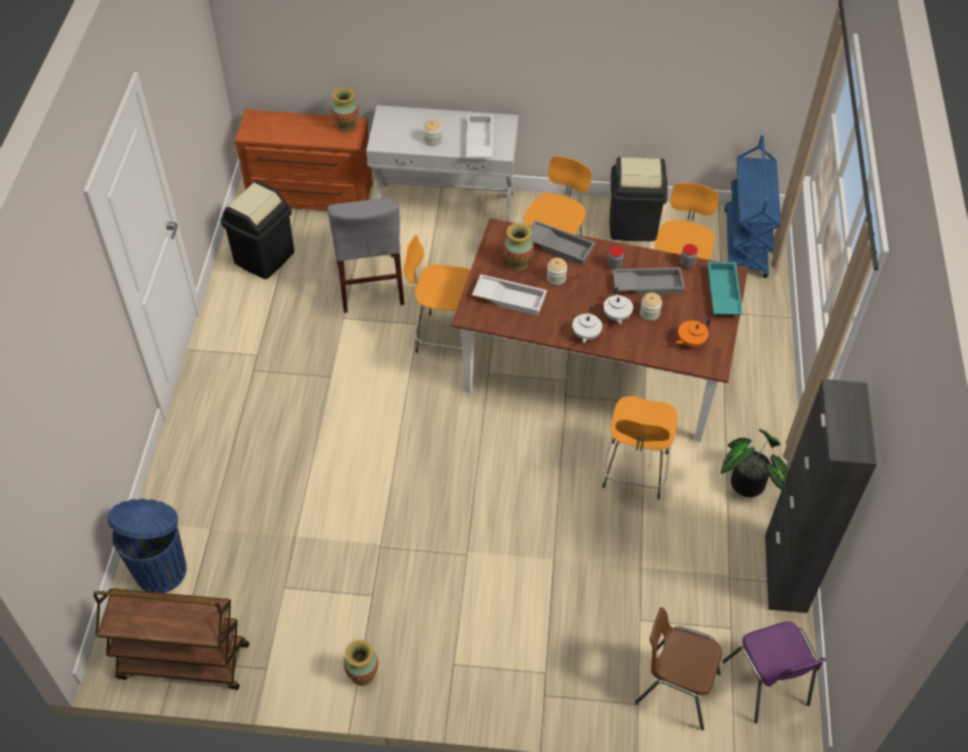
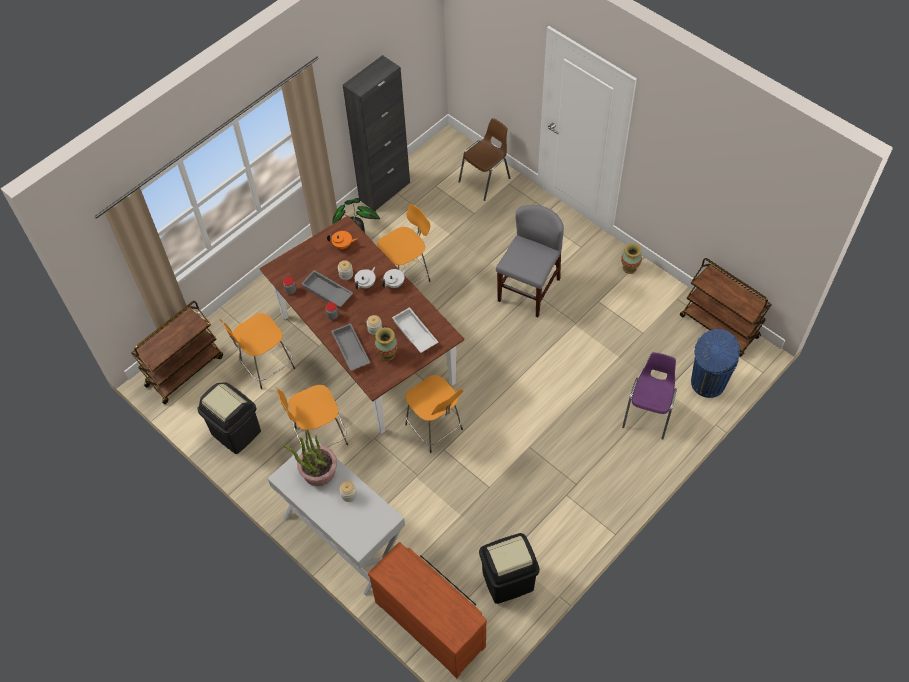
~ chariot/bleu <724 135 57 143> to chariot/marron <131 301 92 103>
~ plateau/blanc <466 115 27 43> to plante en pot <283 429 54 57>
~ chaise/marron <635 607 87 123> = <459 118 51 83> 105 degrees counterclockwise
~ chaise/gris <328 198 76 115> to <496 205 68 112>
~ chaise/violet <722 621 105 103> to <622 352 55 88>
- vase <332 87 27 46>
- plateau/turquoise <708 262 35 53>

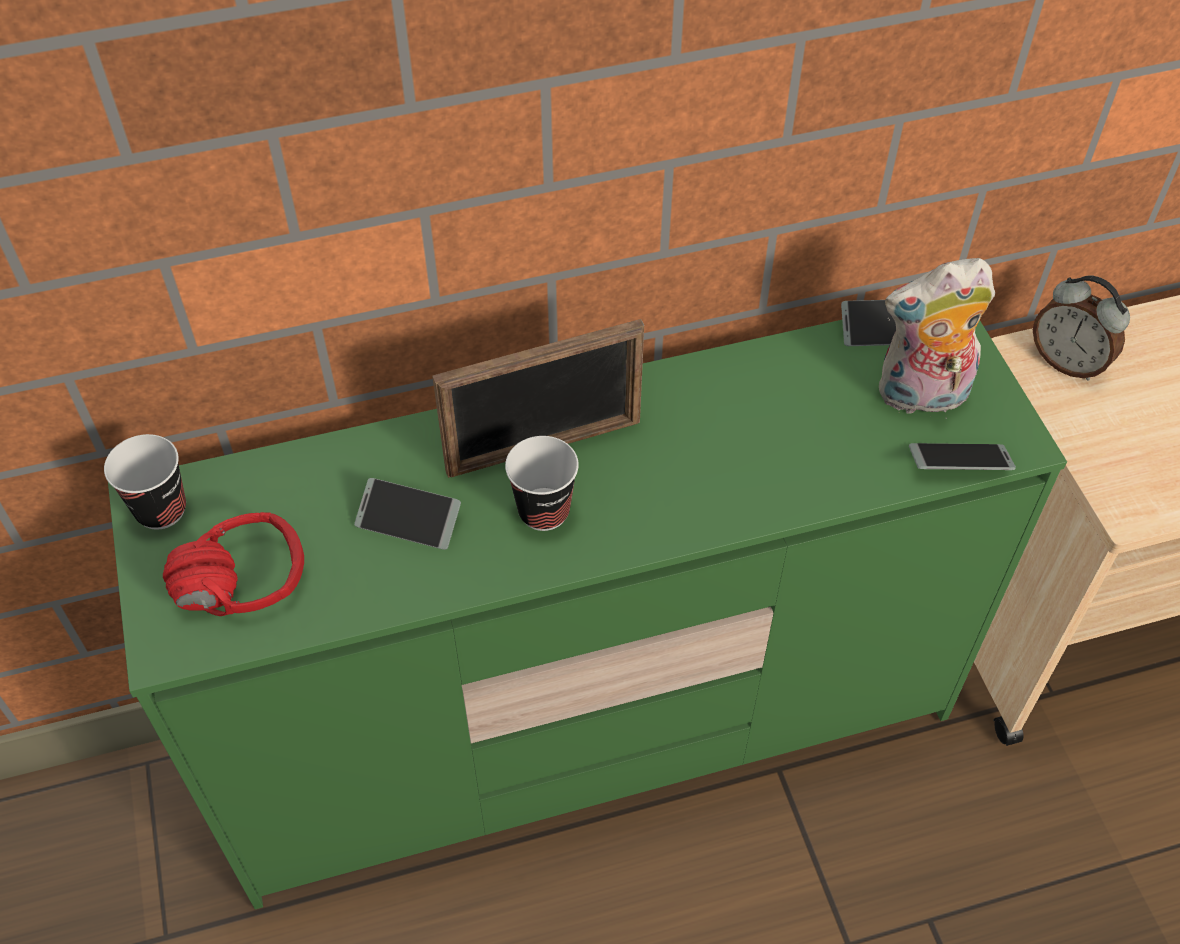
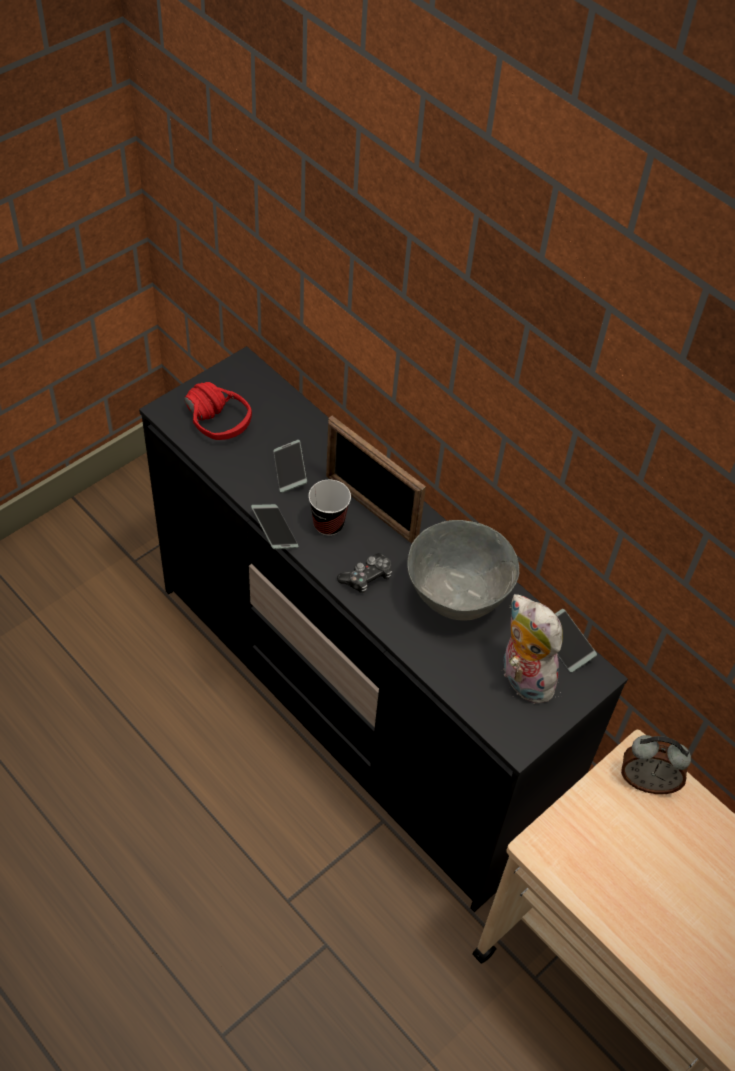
~ commode/vert <108 320 959 589> to commode/noir <139 346 489 566>
~ téléphone <909 443 107 27> to <251 504 48 45>
+ manette <337 553 55 40>
+ bol/gris <407 520 112 101>
~ réveil <1033 276 97 105> = <621 735 70 59> 90 degrees counterclockwise
- tasse <104 434 82 96>

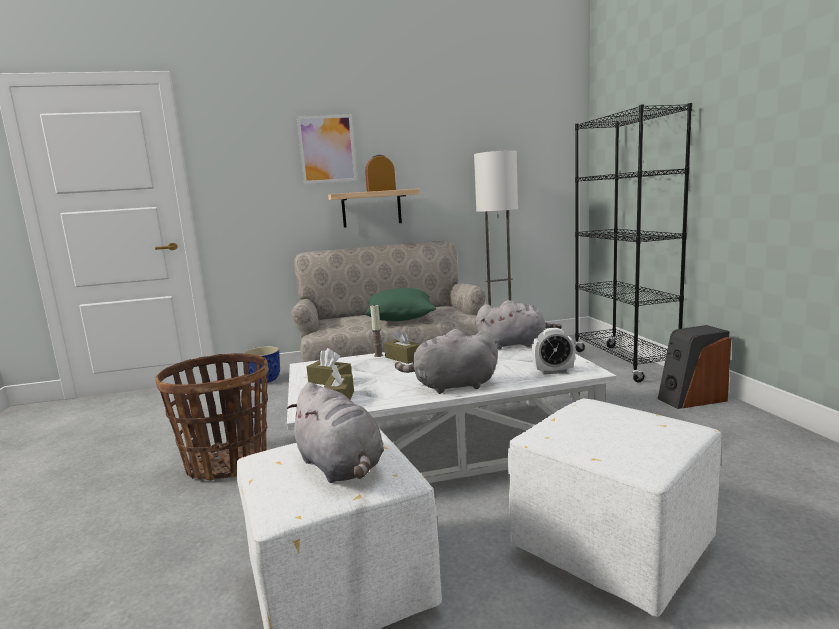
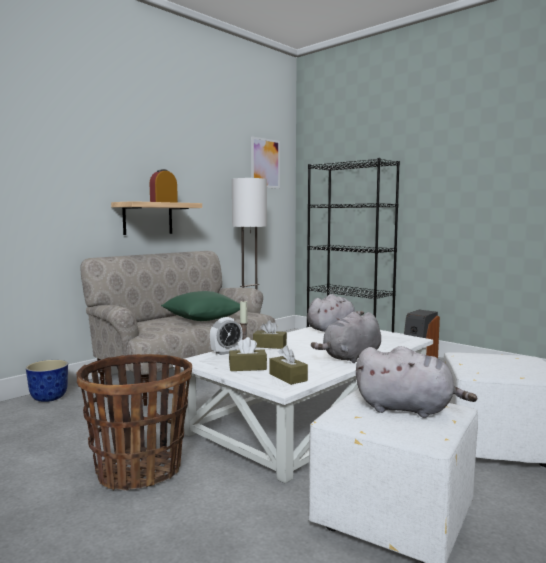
~ réveil <532 328 43 47> to <210 317 32 38>
~ tableau <297 114 60 70> to <251 136 29 53>

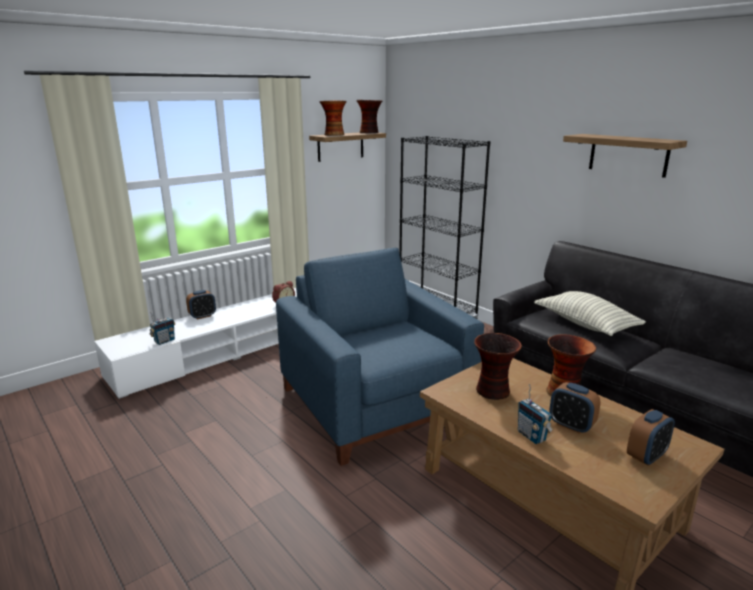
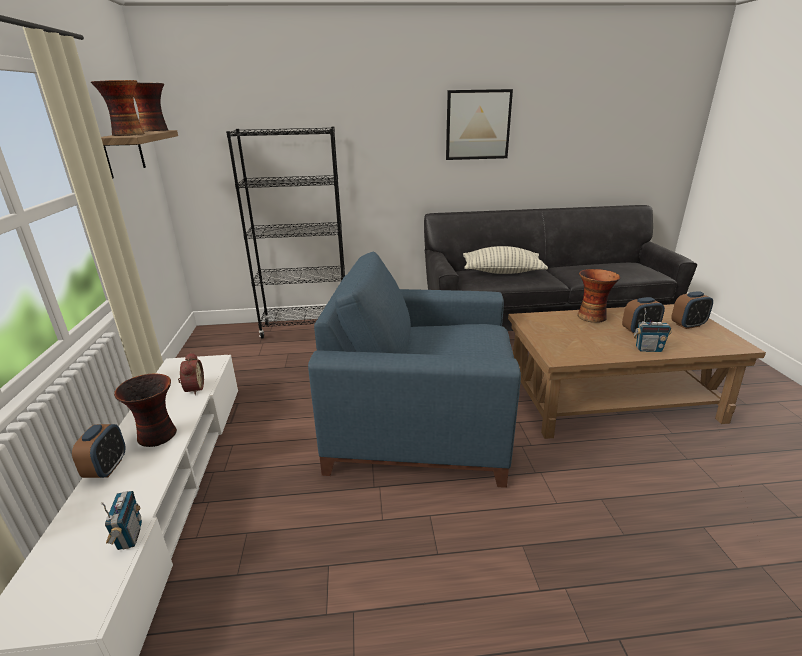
~ vase <474 333 48 67> to <114 373 63 74>
~ étagère <563 134 124 44> to tableau <446 89 67 71>
~ réveil <627 409 48 57> = <671 291 42 38> 75 degrees clockwise

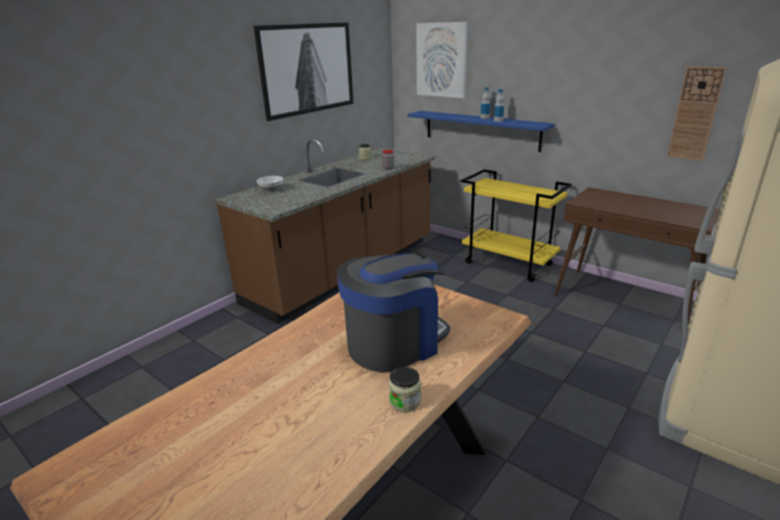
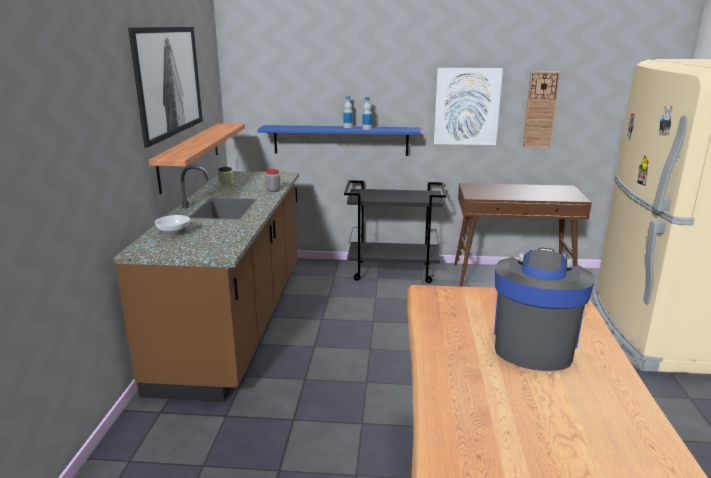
+ étagère <149 123 96 71>
~ chariot/jaune <461 169 111 113> to chariot/noir <344 180 103 103>
~ tableau <416 22 52 76> to <434 68 69 77>
- bocal <389 367 32 45>

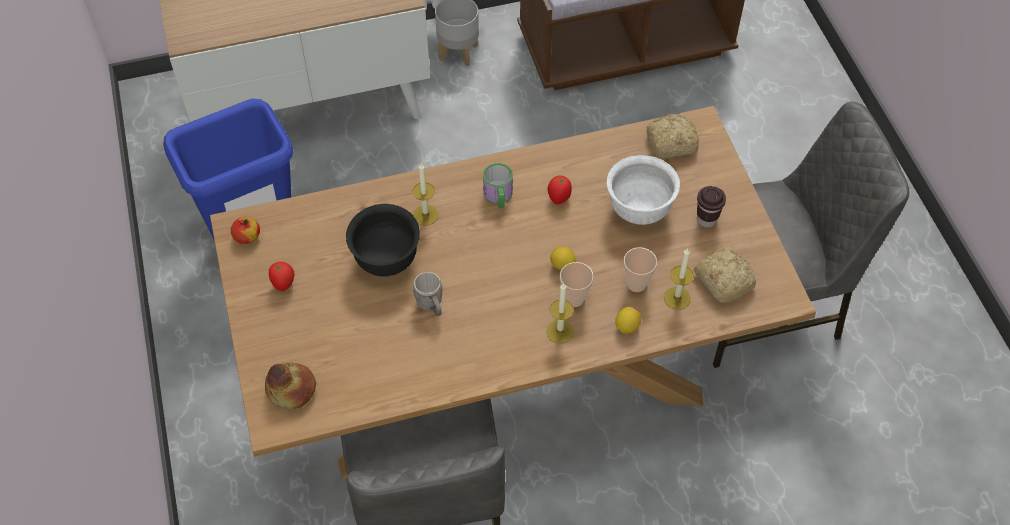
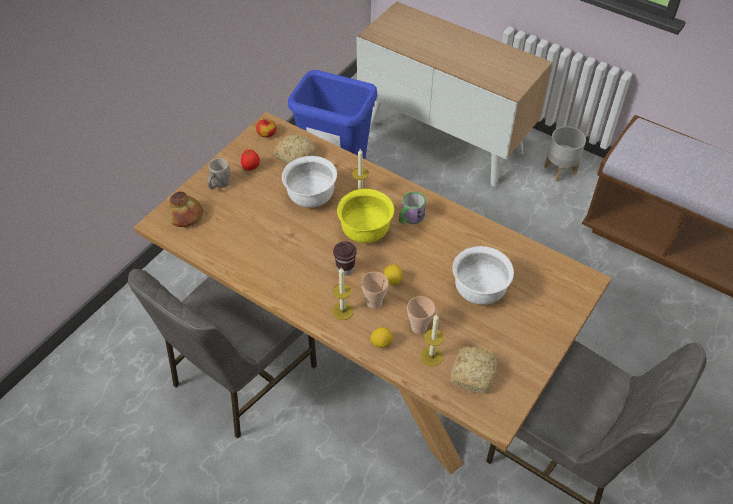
~ mug/gris <413 272 29 44> to <207 158 24 31>
~ pain <647 114 52 45> to <273 134 44 30>
~ bol/noir <346 204 74 72> to bol/blanc <282 156 55 52>
~ tasse/marron <697 186 29 41> to <333 241 24 35>
+ bol/jaune <337 189 57 54>
- tomate <547 175 25 29>

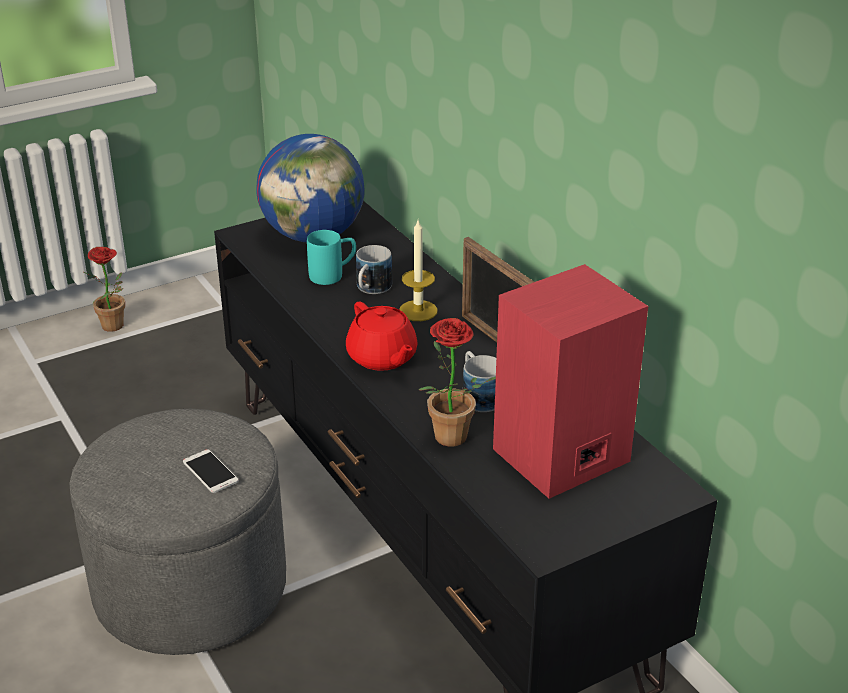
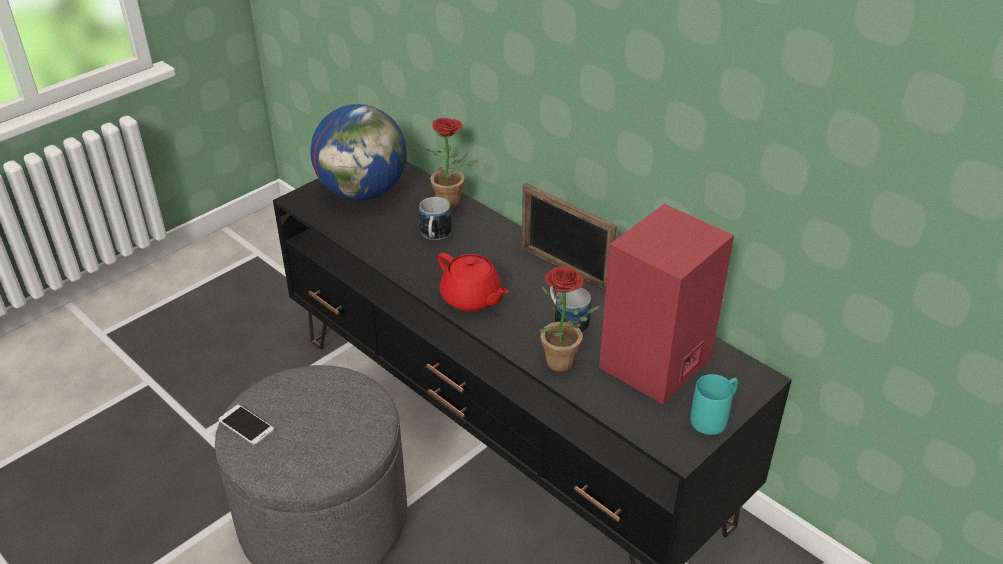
~ téléphone <183 449 56 44> to <218 405 56 40>
~ plante en pot <84 247 41 85> to <424 118 54 91>
~ mug/turquoise <307 230 49 55> to <690 374 48 61>
- bougie <399 220 39 101>

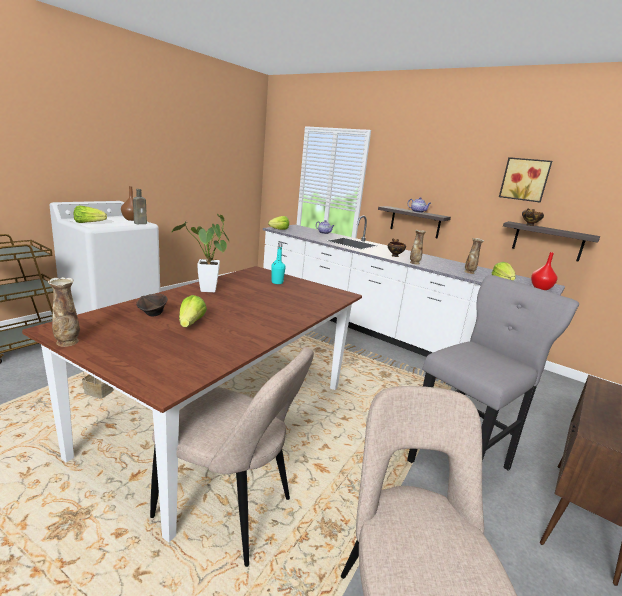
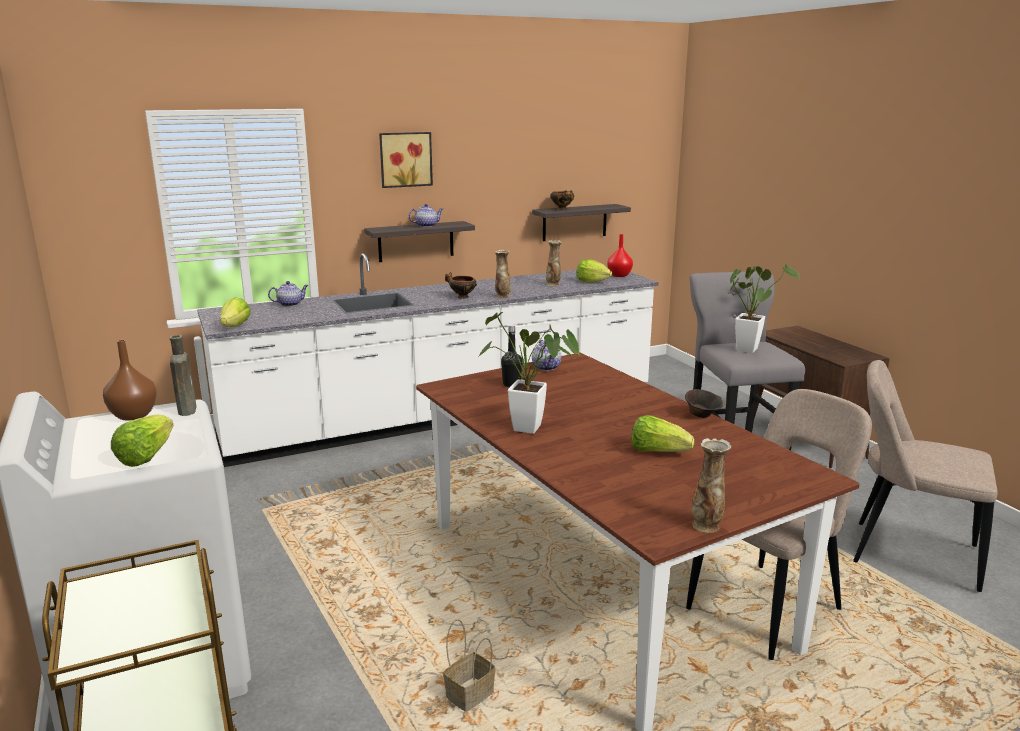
~ tableau <499 157 53 46> to <379 132 54 56>
~ bouteille/turquoise <271 243 15 41> to bouteille/noir <501 325 21 62>
+ théière <532 340 29 31>
~ bol/marron <136 294 32 22> to <685 389 38 29>
+ plante en pot <729 264 70 89>

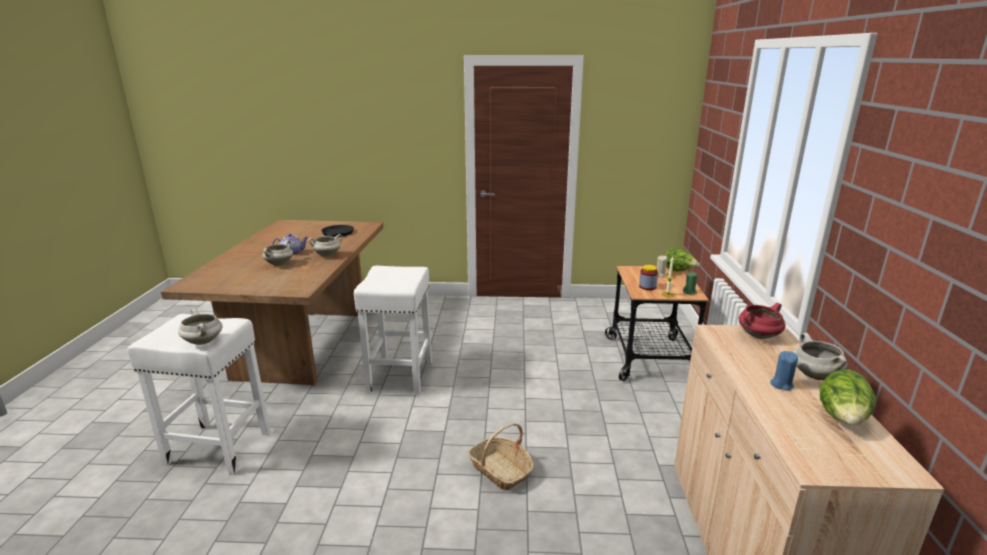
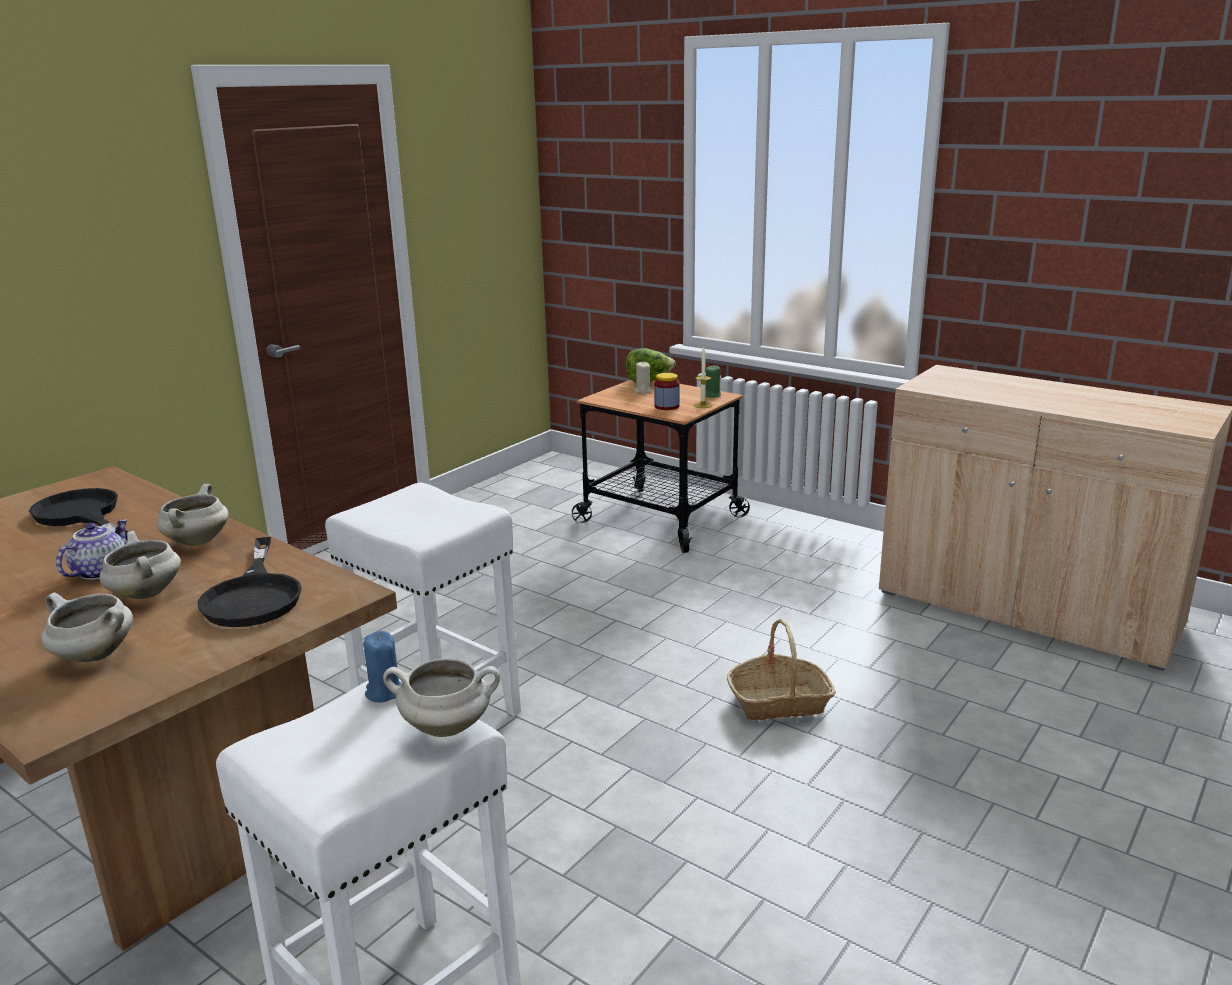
~ marmite/blanc <793 333 55 47> to <42 593 91 69>
+ poêle/noir <198 537 104 90>
~ bougie/bleu <770 351 28 40> to <363 631 39 71>
- marmite/rouge <739 303 47 36>
- laitue <820 370 56 55>

